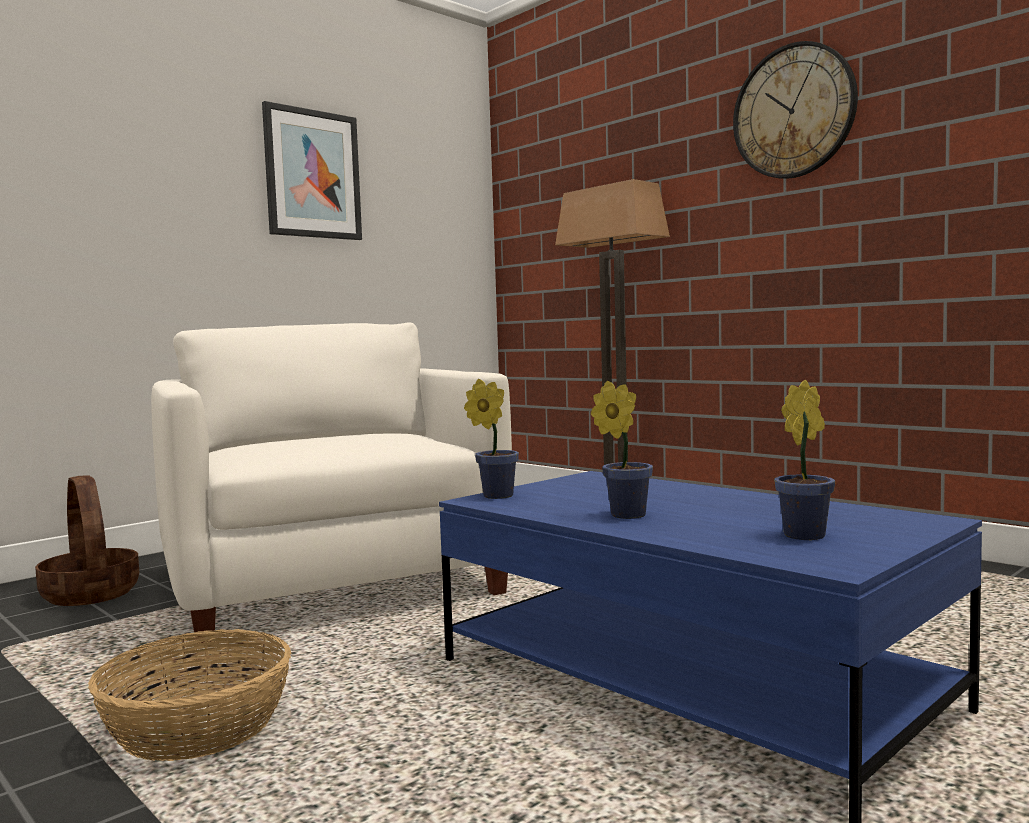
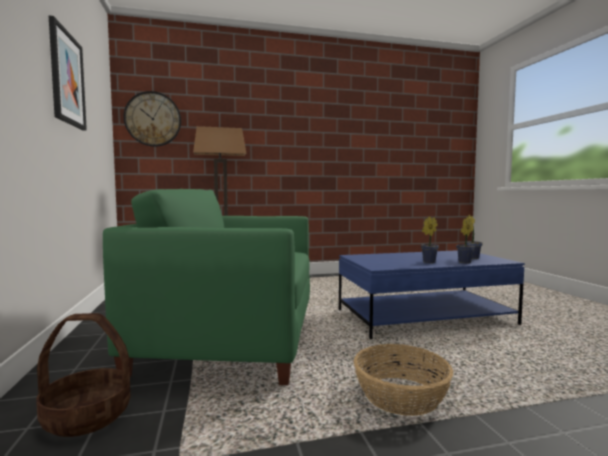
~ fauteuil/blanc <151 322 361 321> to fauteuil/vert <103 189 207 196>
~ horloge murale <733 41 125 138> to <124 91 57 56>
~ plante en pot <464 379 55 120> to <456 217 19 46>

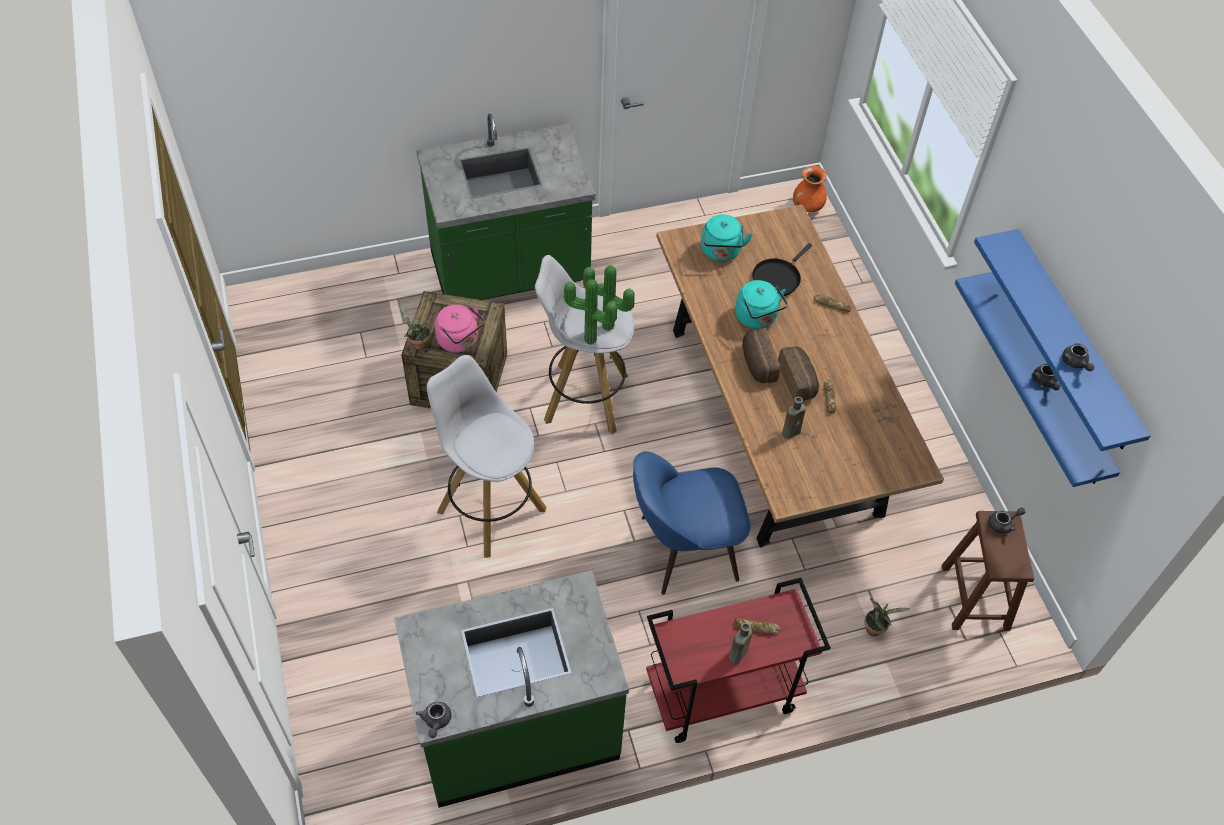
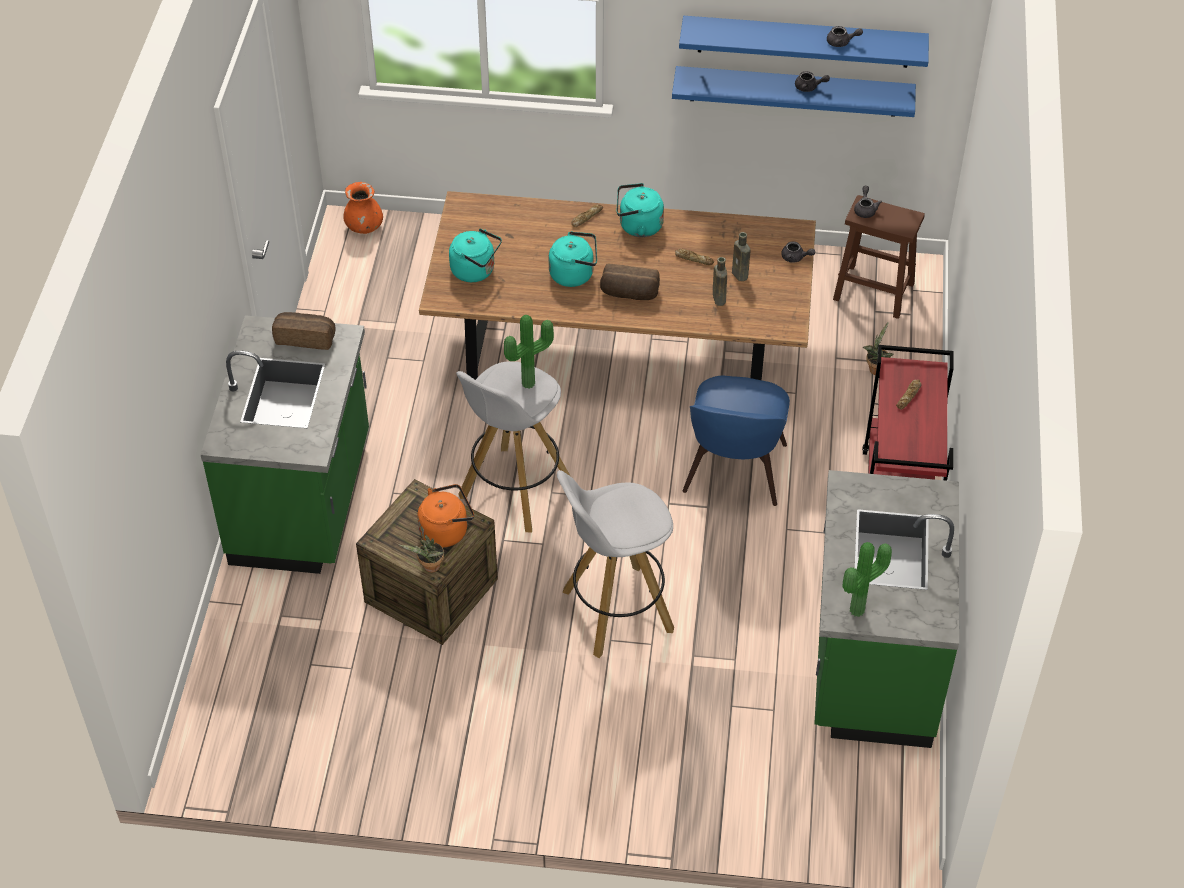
~ pain <778 346 41 55> to <272 312 63 38>
~ bouilloire/rose <435 305 50 48> to bouilloire/orange <417 484 57 63>
+ bouilloire/turquoise <617 183 47 54>
~ bouteille/marron <729 623 23 40> to <732 232 19 49>
~ théière/gris <416 702 35 36> to <781 241 34 21>
~ plante en pot <564 279 53 66> to <842 542 50 75>
- poêle/noir <752 243 60 53>

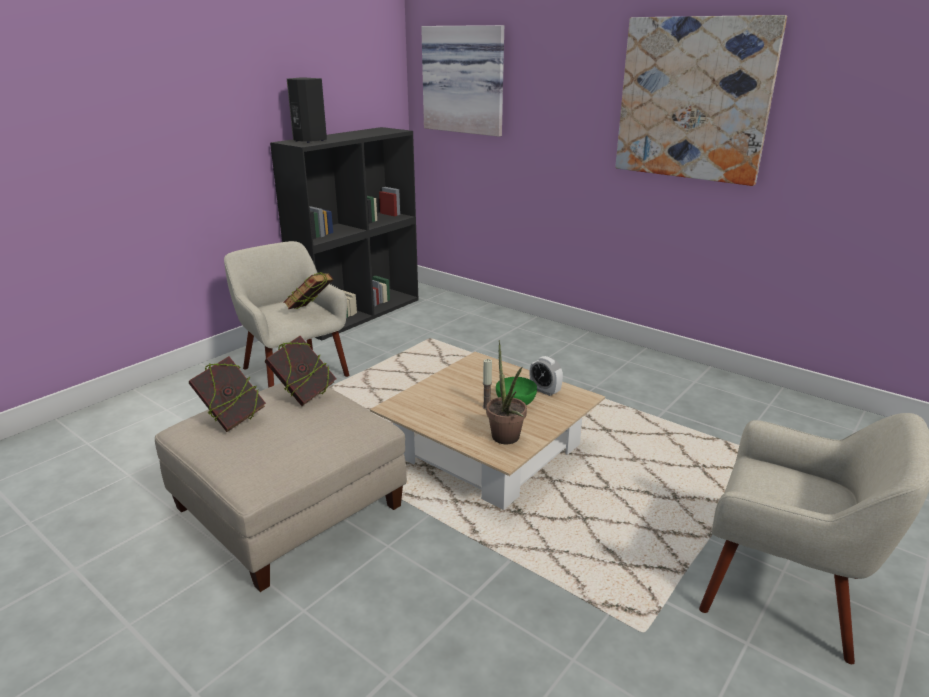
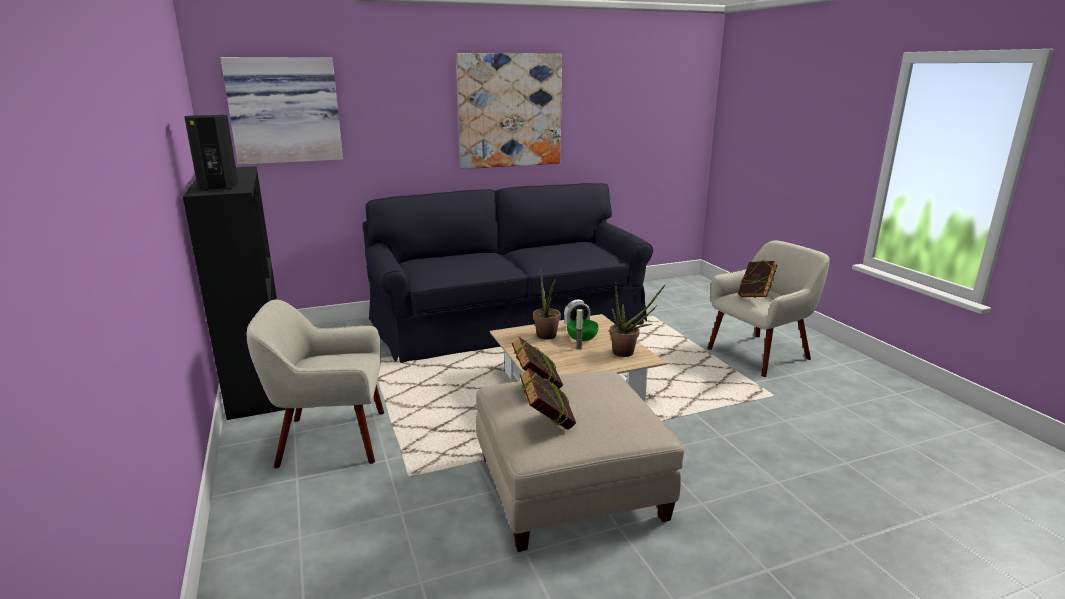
+ canapé/noir <363 183 290 180>
+ plante en pot <533 269 28 71>
~ livre <283 272 50 37> to <738 259 39 39>

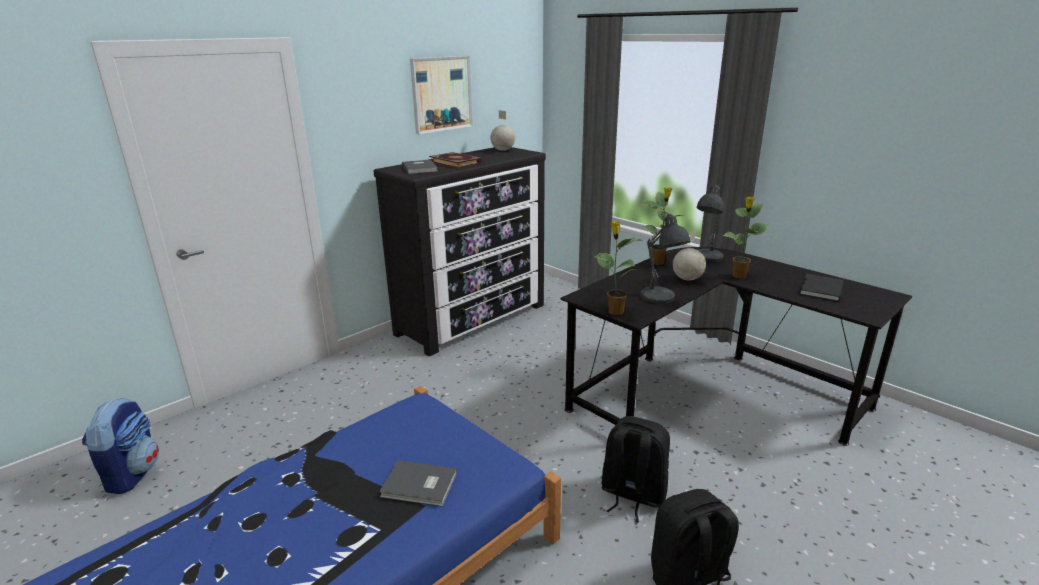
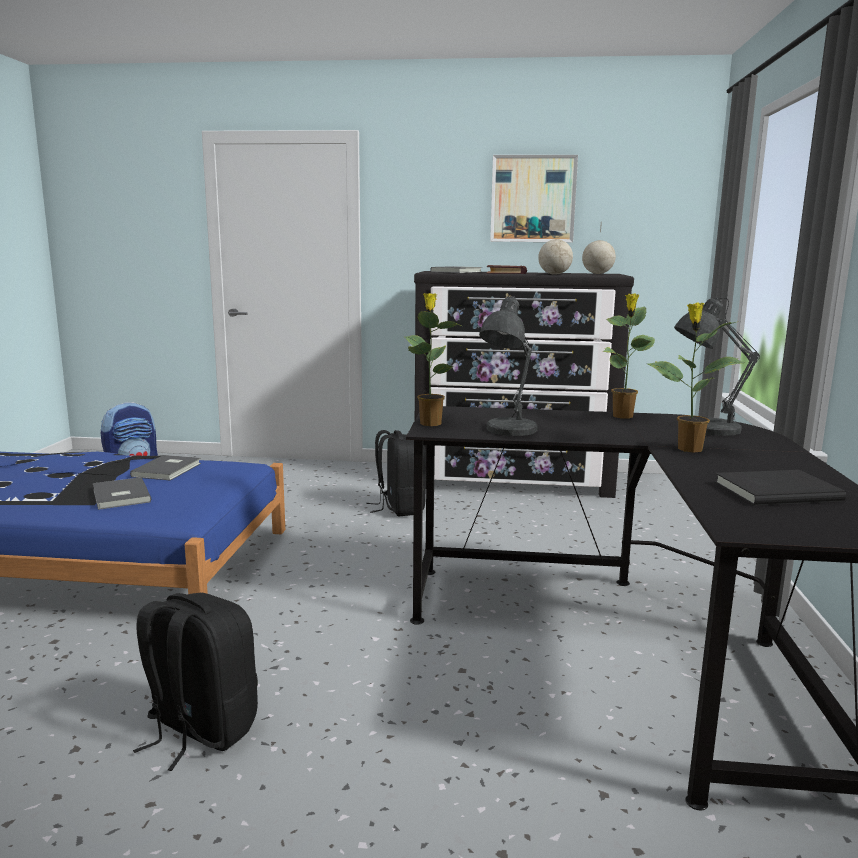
+ livre/gris <130 455 71 26>
~ sac à dos/noir <602 416 68 106> to <366 430 60 86>
~ globe <673 230 33 51> to <538 219 35 56>

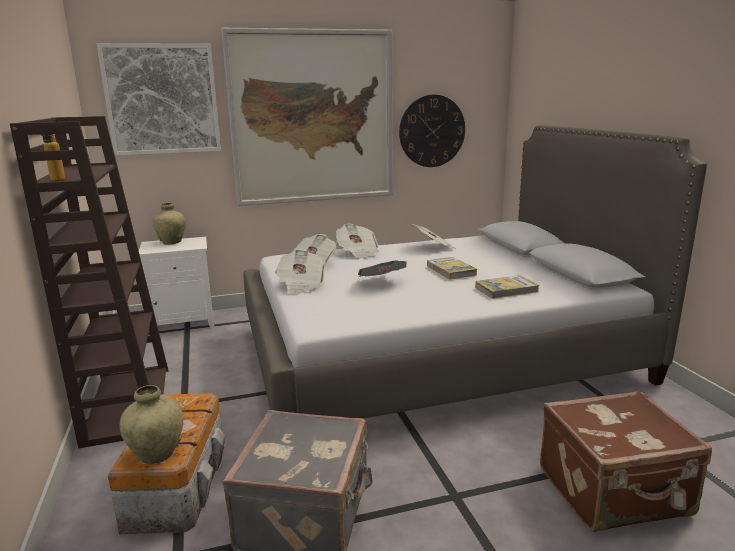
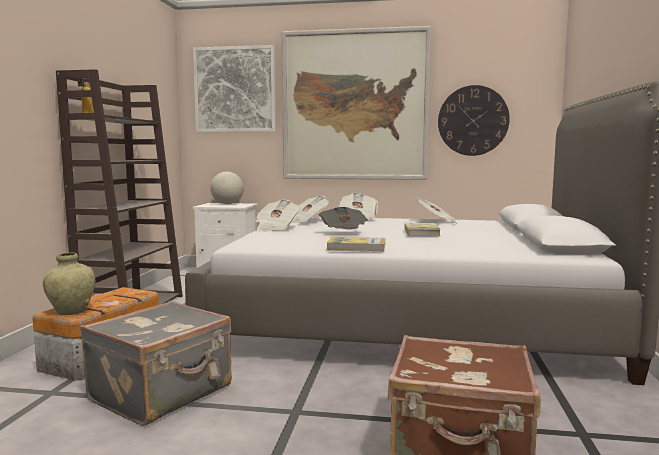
~ vase/beige <153 203 33 41> to globe <210 171 34 33>
~ livre <475 275 64 24> to <327 237 58 15>

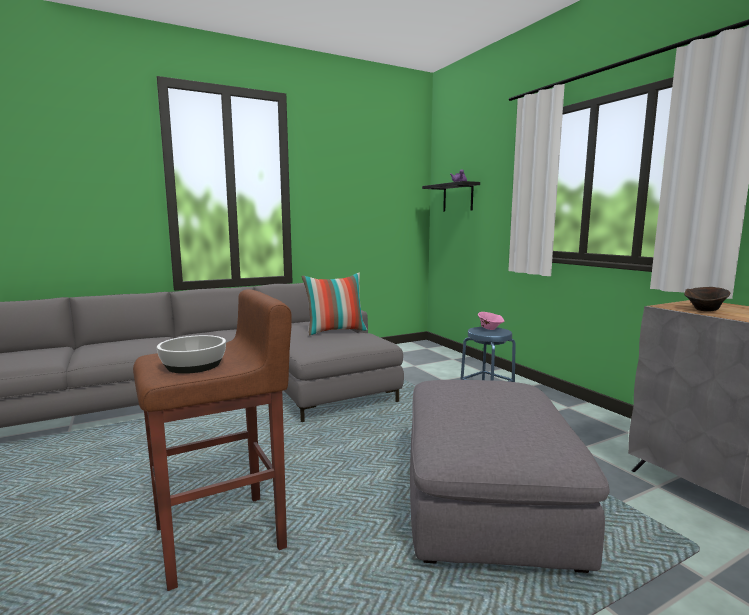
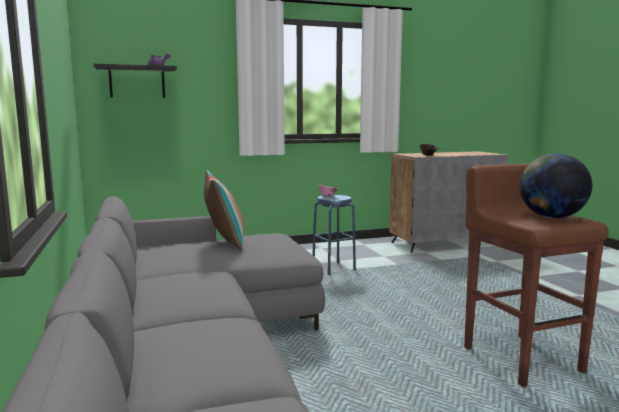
~ bol <156 335 70 39> to globe <520 153 72 65>
- pouf/gris <410 380 200 193>

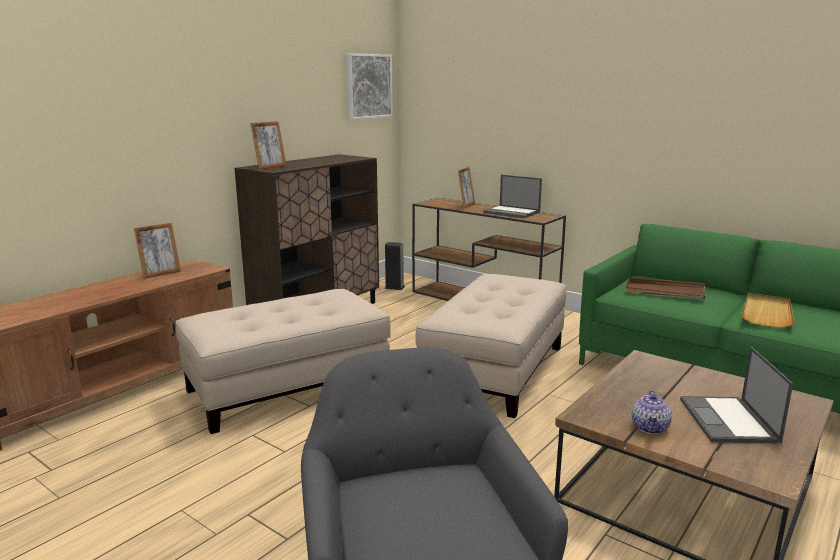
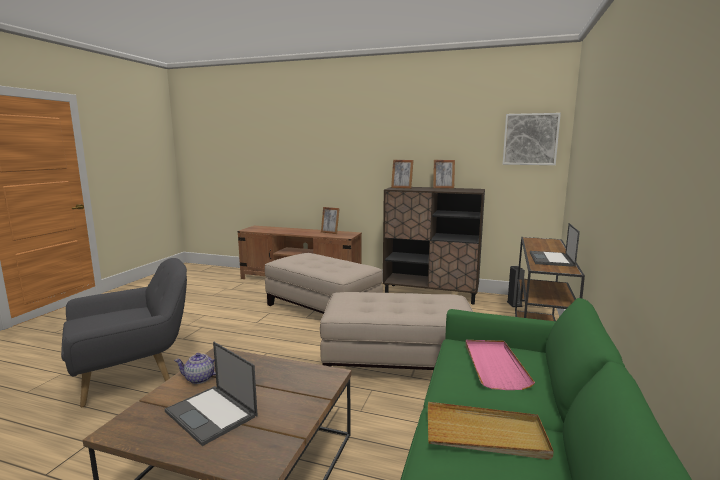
~ ordinateur portable <680 347 113 97> = <165 342 93 104> 120 degrees counterclockwise
~ cadre photo <458 167 17 42> to <433 160 22 29>
~ plateau/marron <625 277 80 22> to plateau/rose <465 340 70 50>

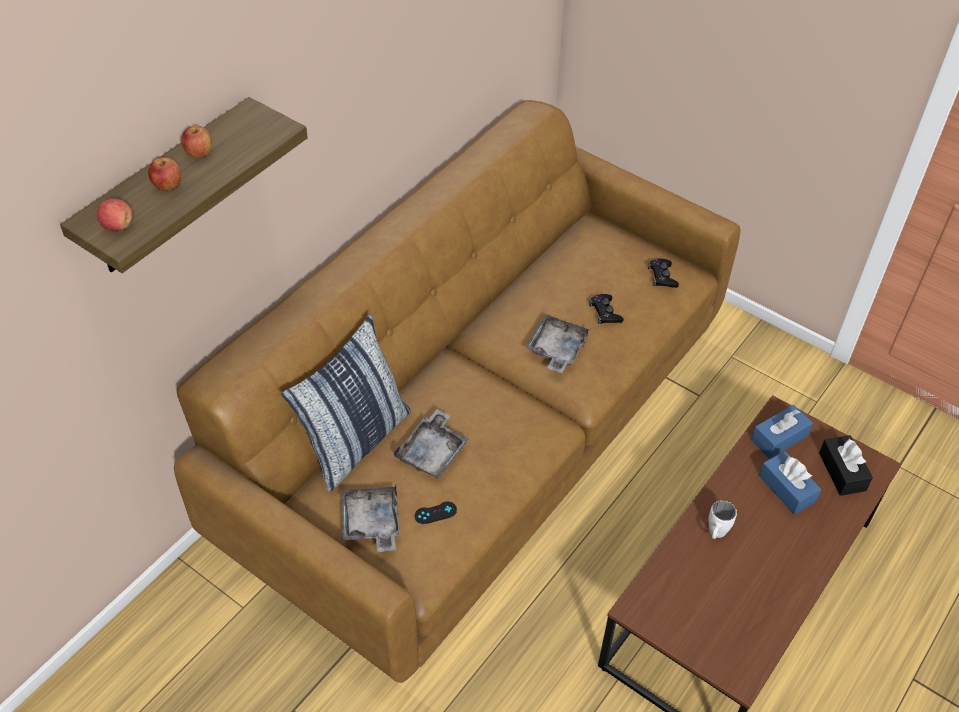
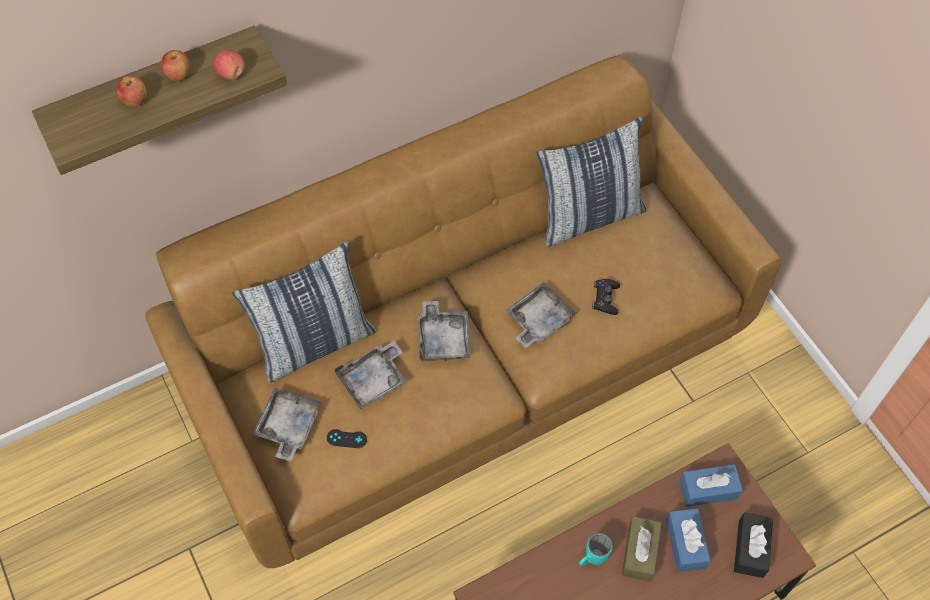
~ pomme <97 198 36 33> to <214 50 31 30>
+ plateau/gris <418 301 52 60>
+ coussin <536 116 110 131>
~ mug/blanc <709 500 28 39> to mug/turquoise <579 533 34 33>
+ boîte à mouchoirs/marron <622 516 40 66>
- manette/noir <648 259 31 29>

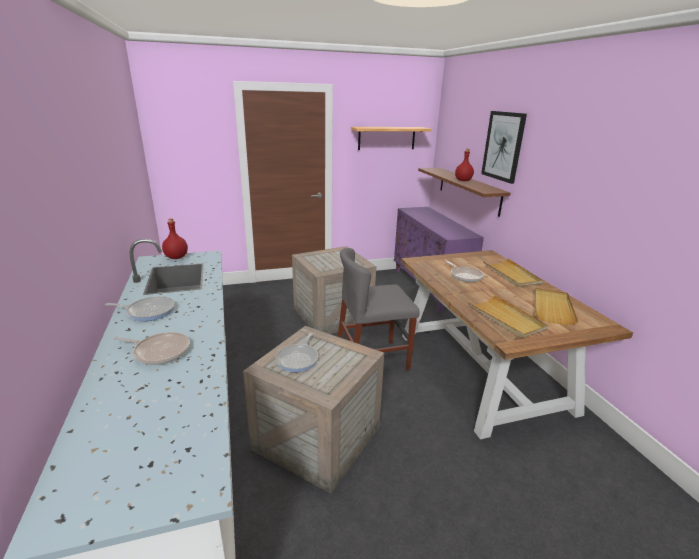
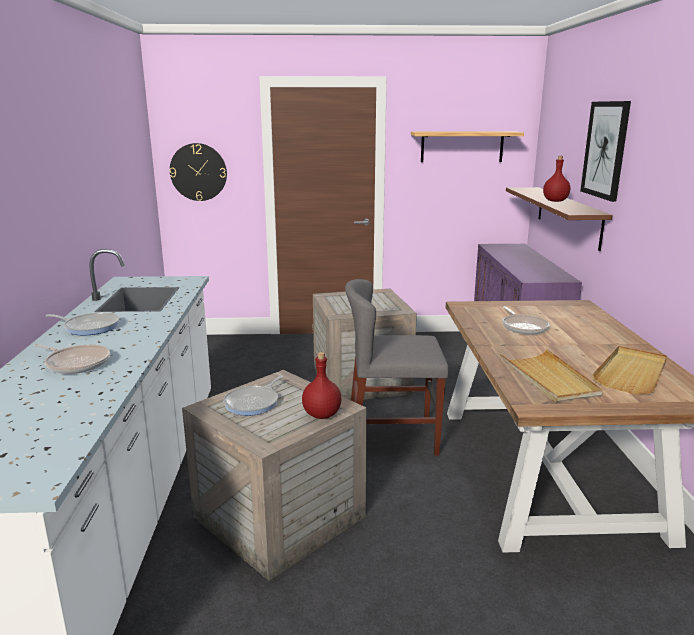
+ horloge murale <170 143 57 58>
~ bouteille/rouge <162 218 26 41> to <302 352 39 67>
- plateau/beige <483 259 60 28>

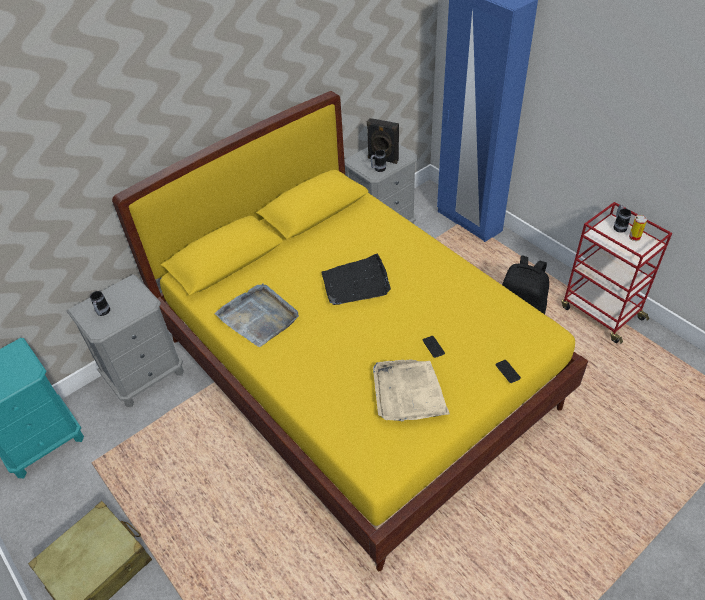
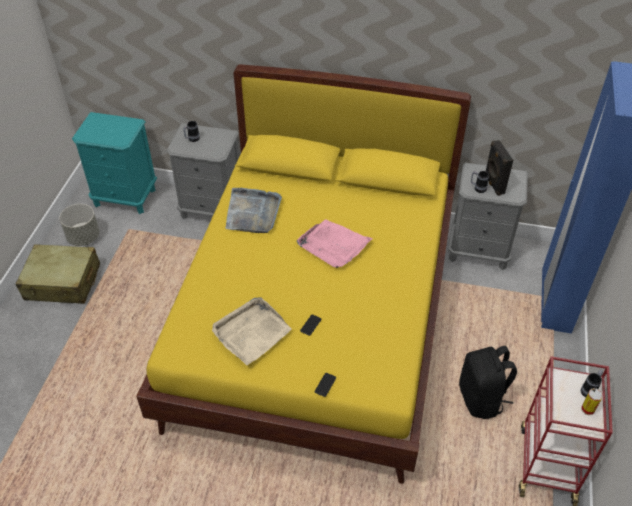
+ cache-pot/gris <59 204 41 42>
~ plateau/noir <321 253 70 52> to plateau/rose <297 219 76 49>

